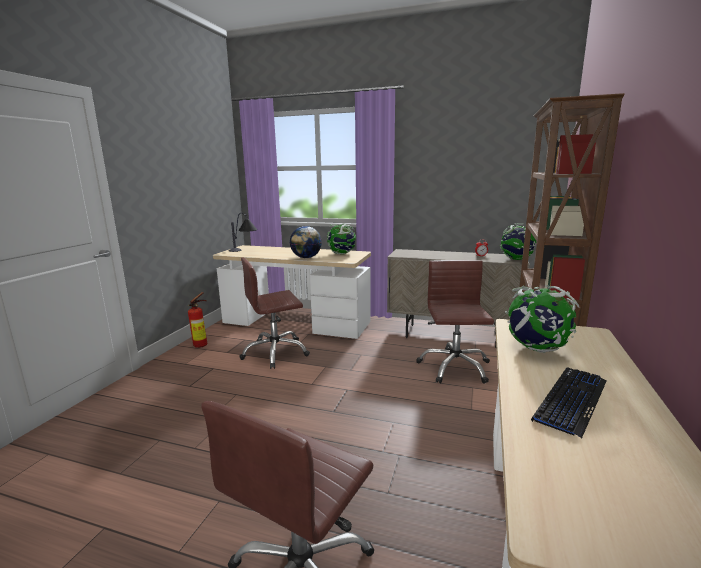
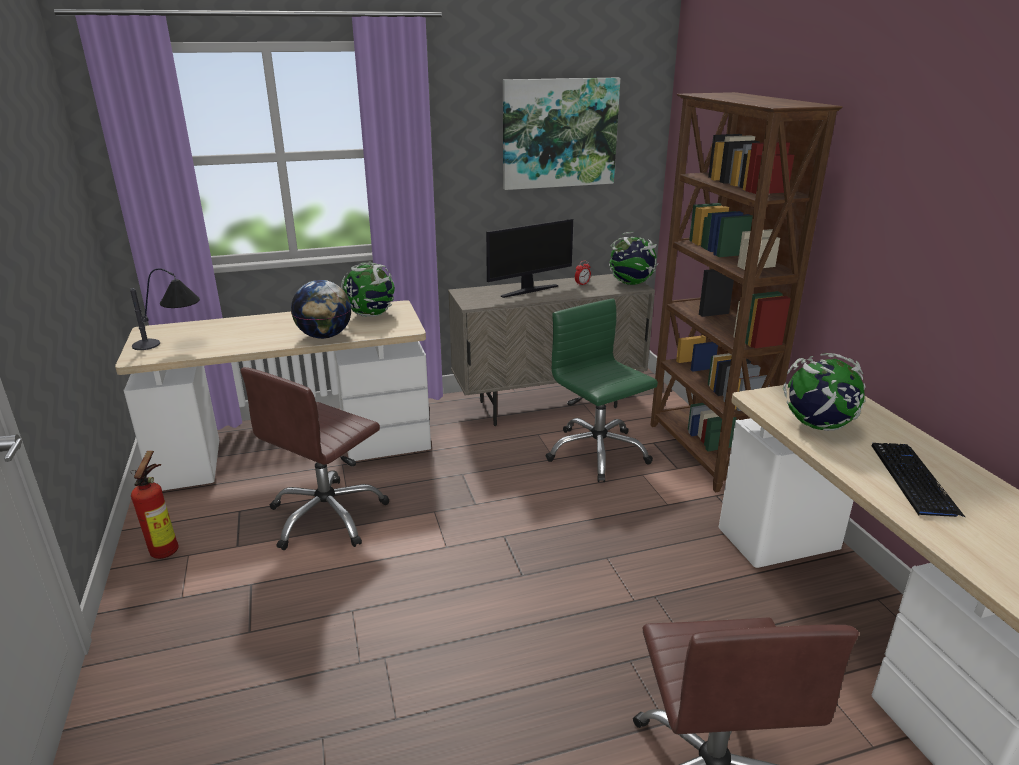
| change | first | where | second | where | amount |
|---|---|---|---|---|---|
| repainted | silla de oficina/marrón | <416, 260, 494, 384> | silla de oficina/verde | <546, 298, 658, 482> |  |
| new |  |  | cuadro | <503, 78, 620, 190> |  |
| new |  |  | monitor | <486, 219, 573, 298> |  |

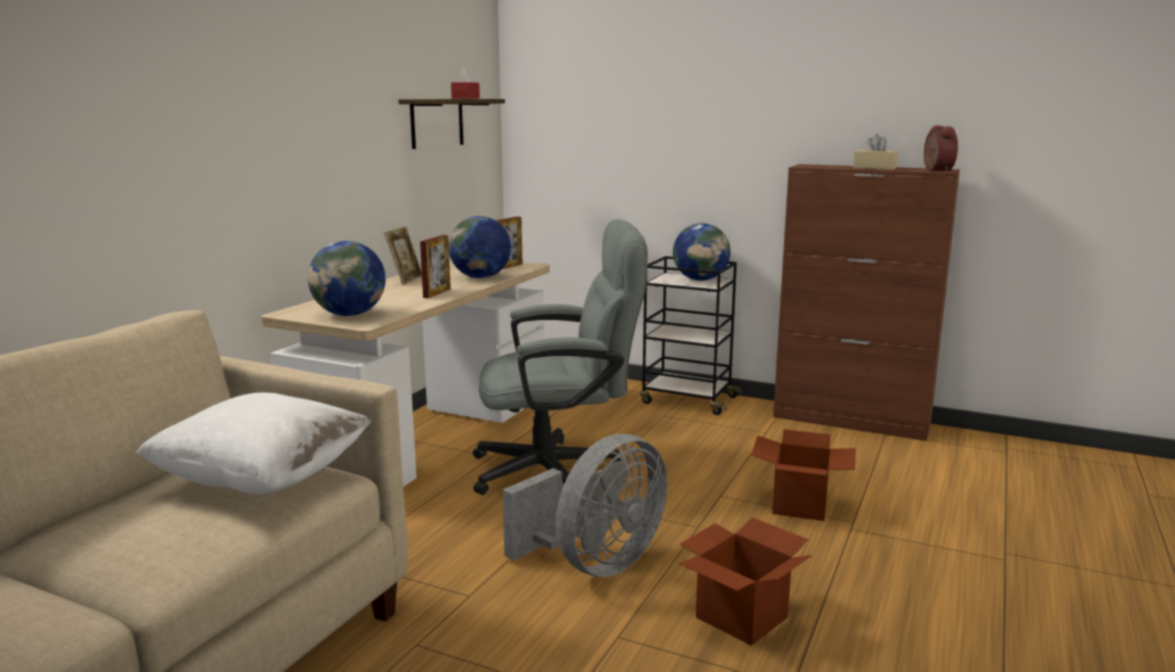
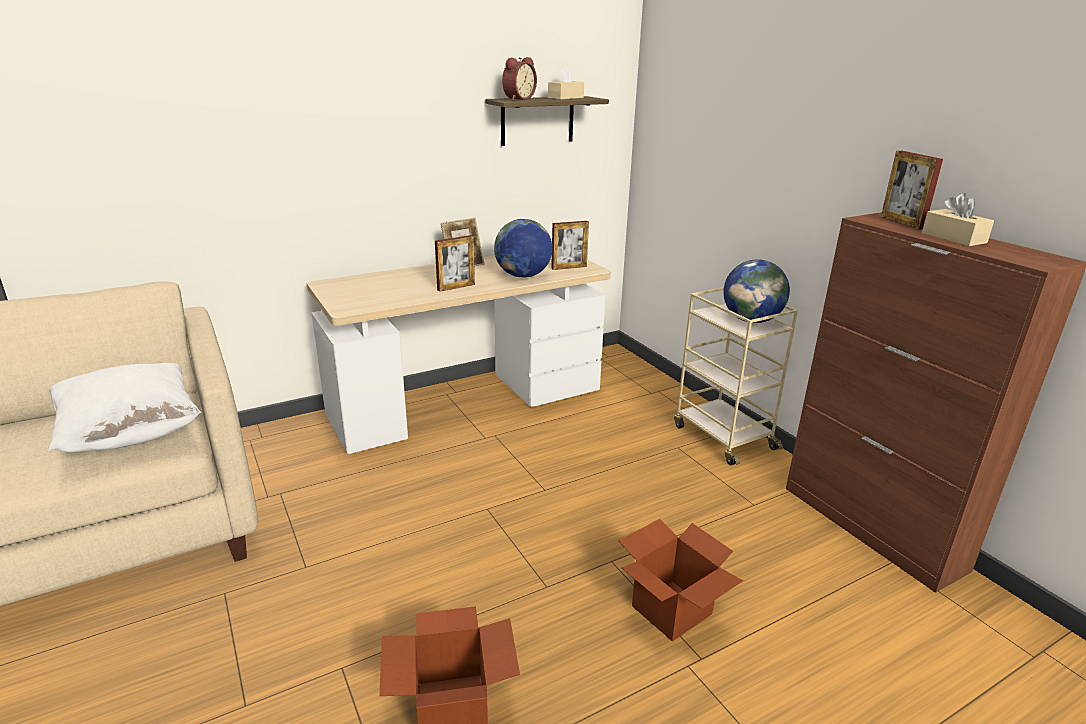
| change | first | where | second | where | amount |
|---|---|---|---|---|---|
| repainted | caja de pañuelos/rojo | <451, 67, 480, 99> | caja de pañuelos/beis | <548, 66, 584, 100> |  |
| shifted | despertador | <924, 125, 958, 172> |  | <502, 57, 537, 100> |  |
| gone | silla de oficina/gris | <473, 219, 648, 495> |  |  |  |
| gone | globo terráqueo | <308, 241, 386, 316> |  |  |  |
| repainted | carrito/negro | <640, 256, 742, 415> | carrito/beis | <674, 287, 798, 465> |  |
| gone | ventilador/gris | <503, 434, 667, 577> |  |  |  |
| new |  |  | portarretratos | <881, 151, 943, 230> |  |

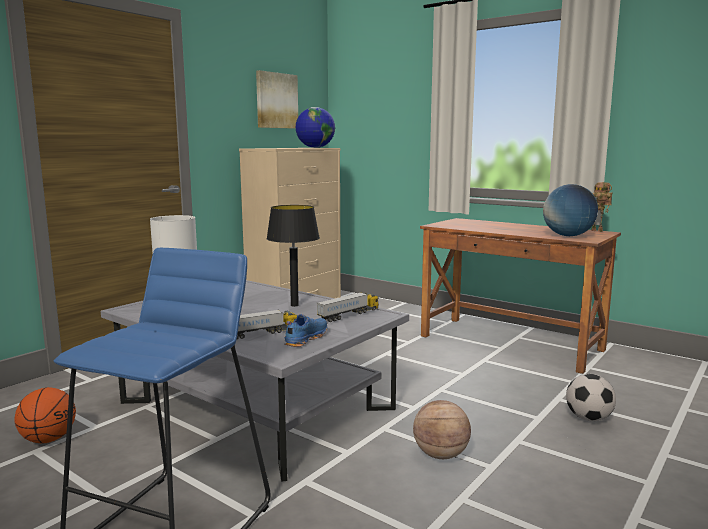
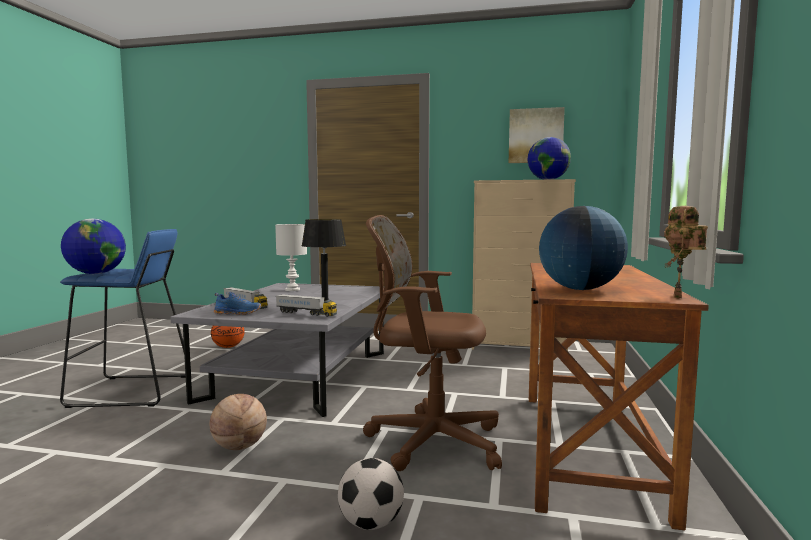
| change | first | where | second | where | amount |
|---|---|---|---|---|---|
| new |  |  | silla de oficina/marrón | <363, 215, 502, 471> |  |
| new |  |  | globo terráqueo | <61, 219, 126, 274> |  |

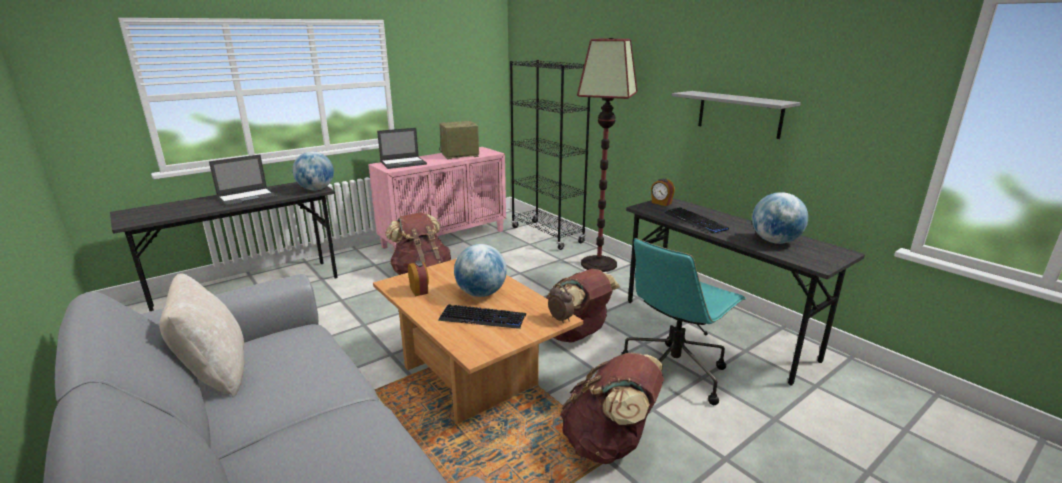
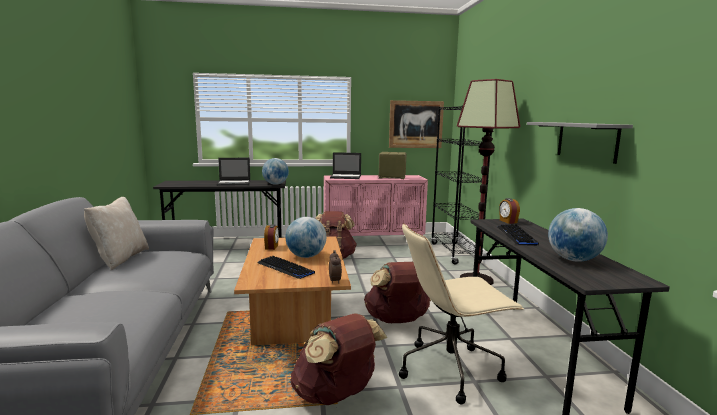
| change | first | where | second | where | amount |
|---|---|---|---|---|---|
| repainted | silla de oficina/turquesa | <621, 238, 746, 405> | silla de oficina/beis | <399, 224, 524, 404> |  |
| new |  |  | cuadro | <389, 100, 444, 148> |  |

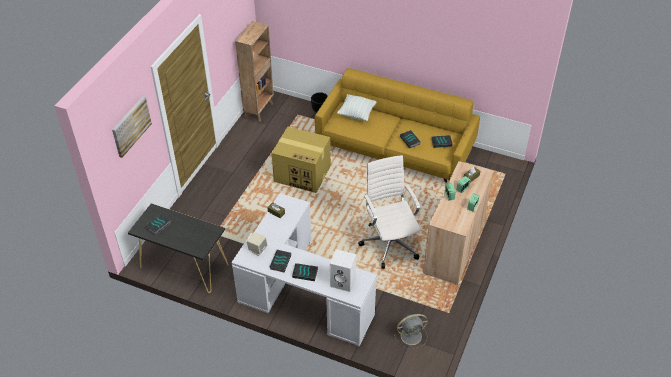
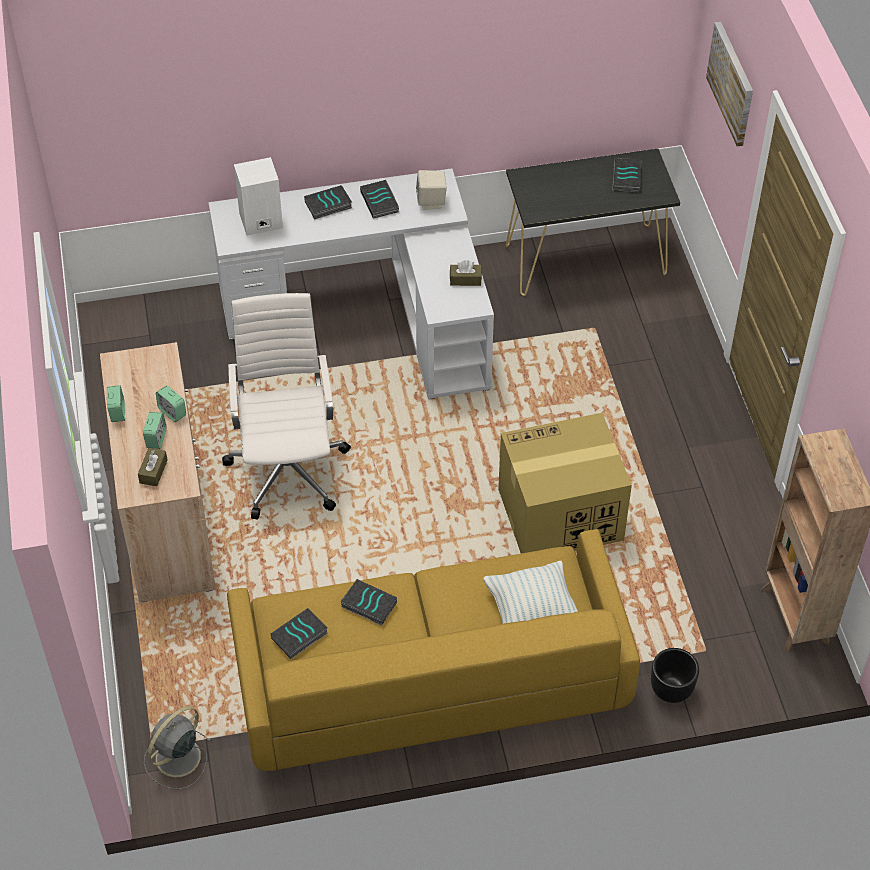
| change | first | where | second | where | amount |
|---|---|---|---|---|---|
| rotated | silla de oficina/blanco | <358, 155, 421, 269> |  | <222, 293, 351, 520> | 135 degrees counterclockwise |
| shifted | ventilador/gris | <394, 314, 428, 349> |  | <144, 706, 212, 789> |  |

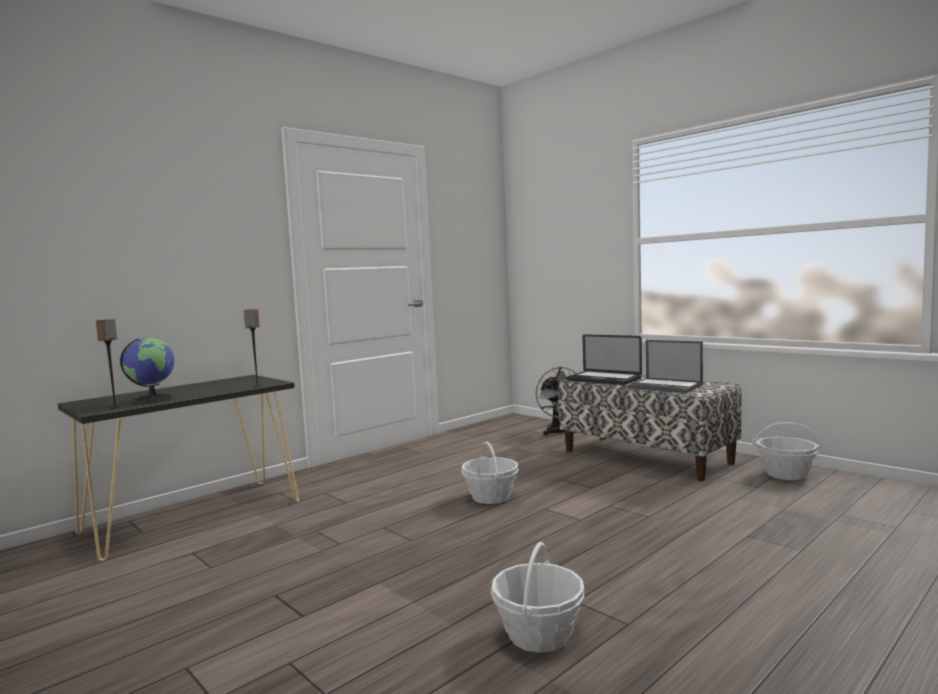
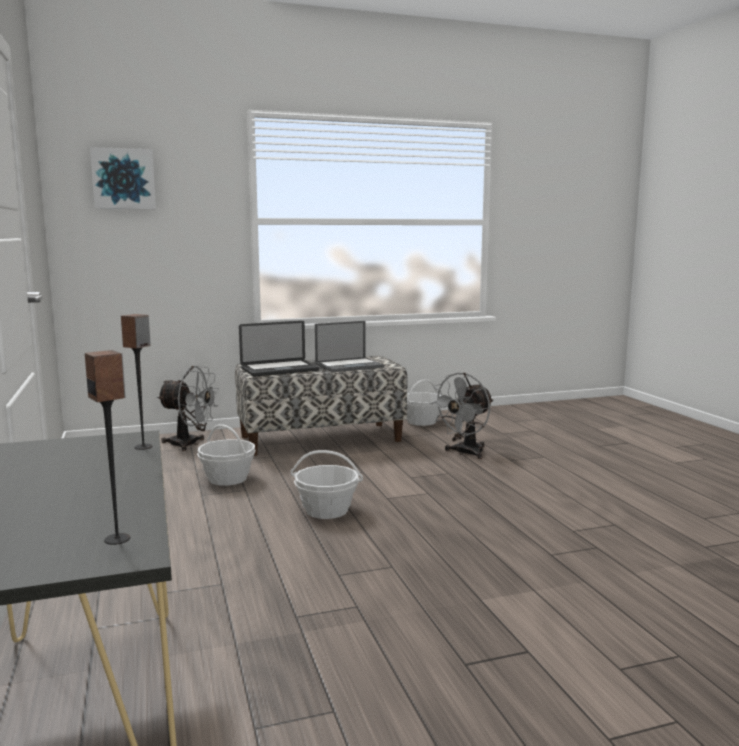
| change | first | where | second | where | amount |
|---|---|---|---|---|---|
| gone | globo terráqueo | <120, 338, 174, 404> |  |  |  |
| shifted | cesta | <490, 542, 584, 653> |  | <197, 424, 256, 486> |  |
| new |  |  | cuadro | <90, 147, 156, 209> |  |
| new |  |  | ventilador/gris | <430, 373, 493, 459> |  |

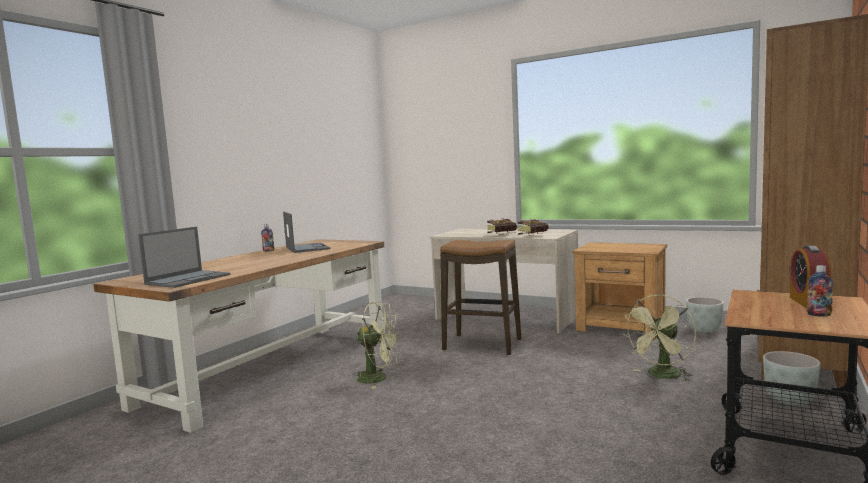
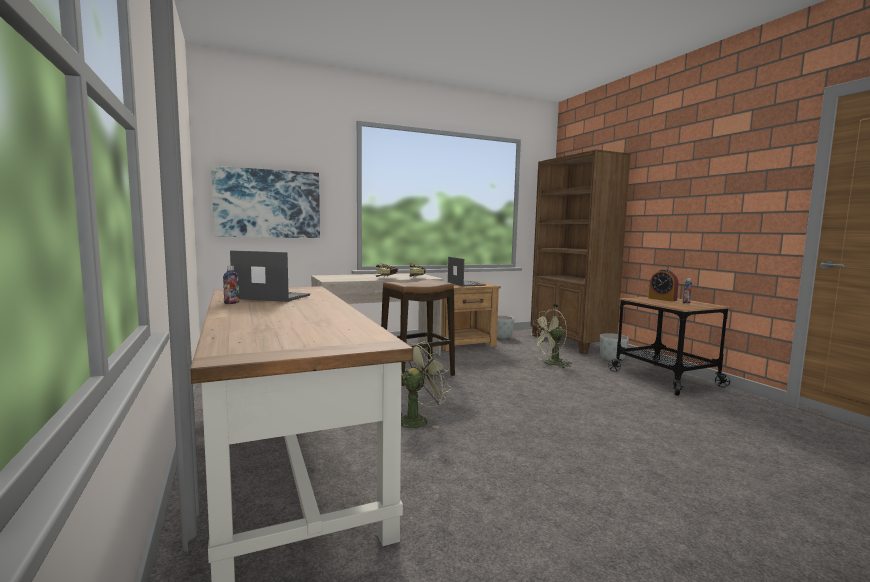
| change | first | where | second | where | amount |
|---|---|---|---|---|---|
| shifted | portátil | <138, 227, 230, 288> |  | <448, 257, 486, 287> |  |
| rotated | ventilador/verde | <623, 295, 696, 381> |  | <531, 309, 572, 368> | 75 degrees clockwise |
| new |  |  | cuadro | <211, 166, 320, 238> |  |

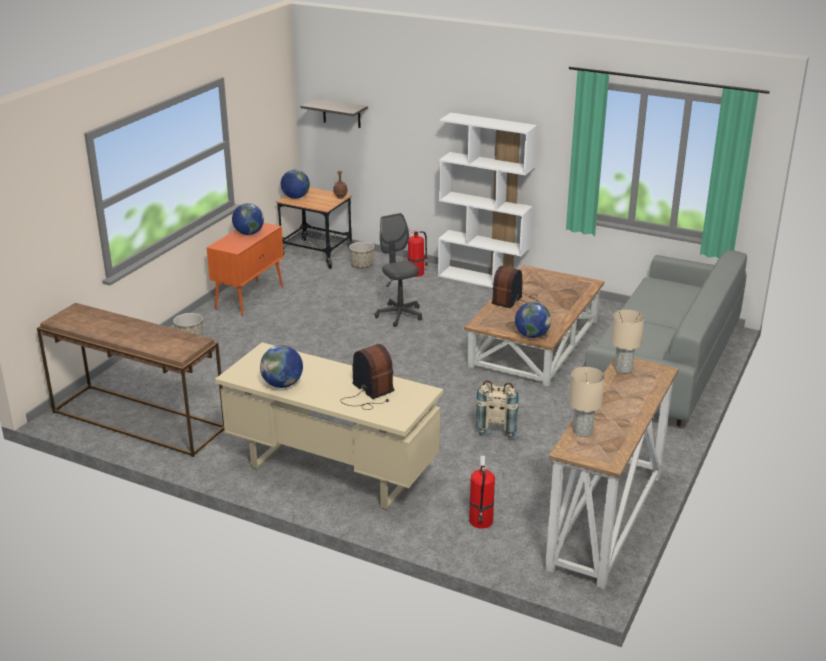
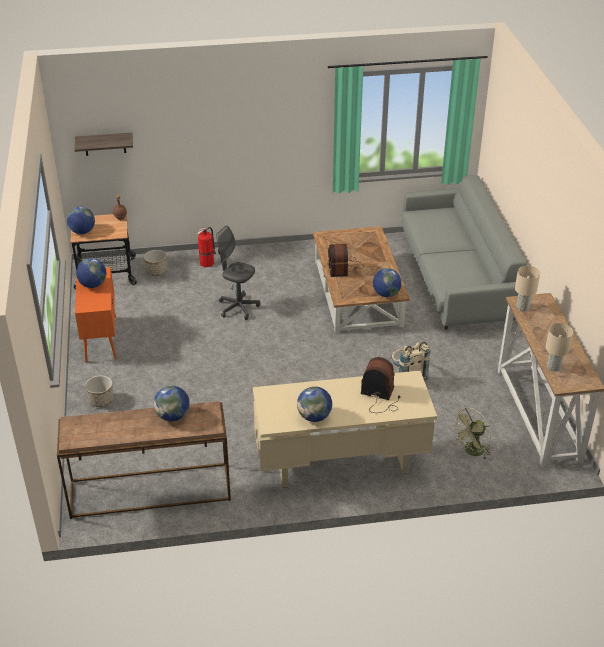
| change | first | where | second | where | amount |
|---|---|---|---|---|---|
| gone | estantería/blanco | <438, 113, 537, 288> |  |  |  |
| swapped | extintor | <469, 456, 495, 529> | ventilador/verde | <452, 408, 491, 460> |  |
| new |  |  | globo terráqueo | <154, 386, 190, 421> |  |

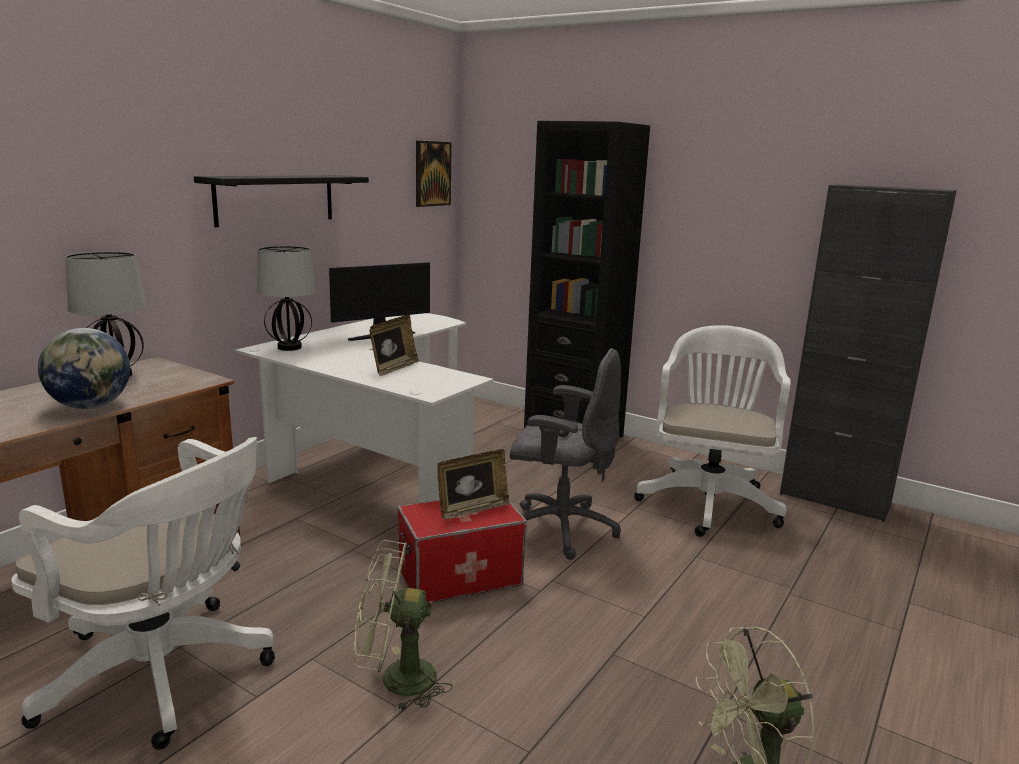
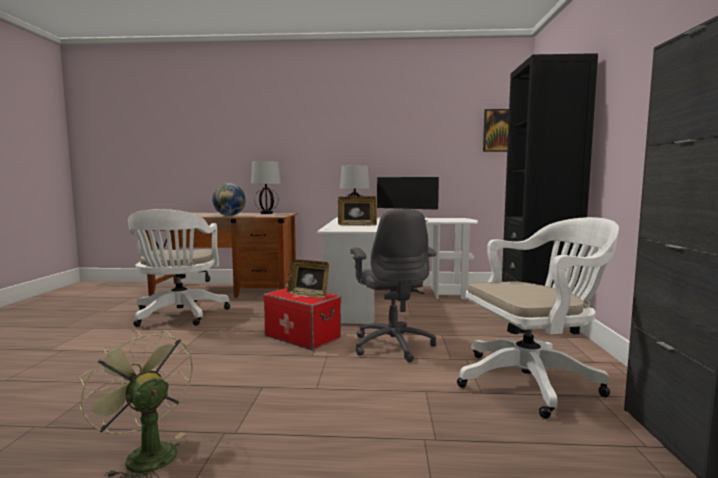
| change | first | where | second | where | amount |
|---|---|---|---|---|---|
| gone | estante/negro | <194, 175, 369, 227> |  |  |  |
| gone | ventilador/verde | <354, 540, 452, 712> |  |  |  |

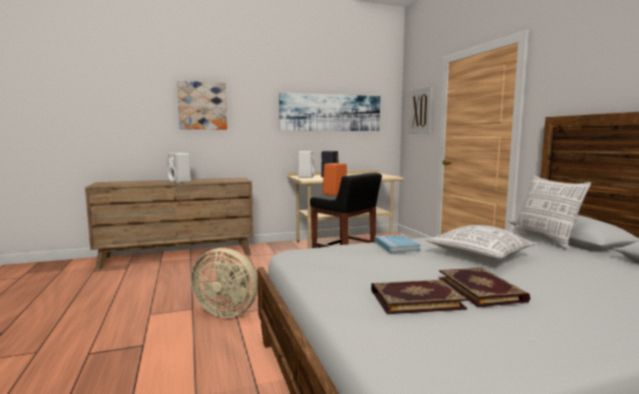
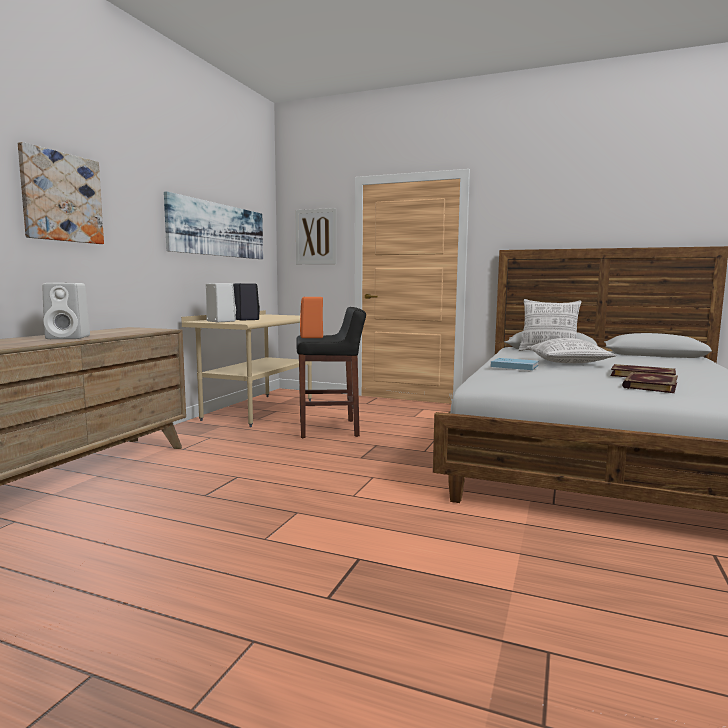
| change | first | where | second | where | amount |
|---|---|---|---|---|---|
| gone | ventilador/beis | <191, 248, 258, 318> |  |  |  |

